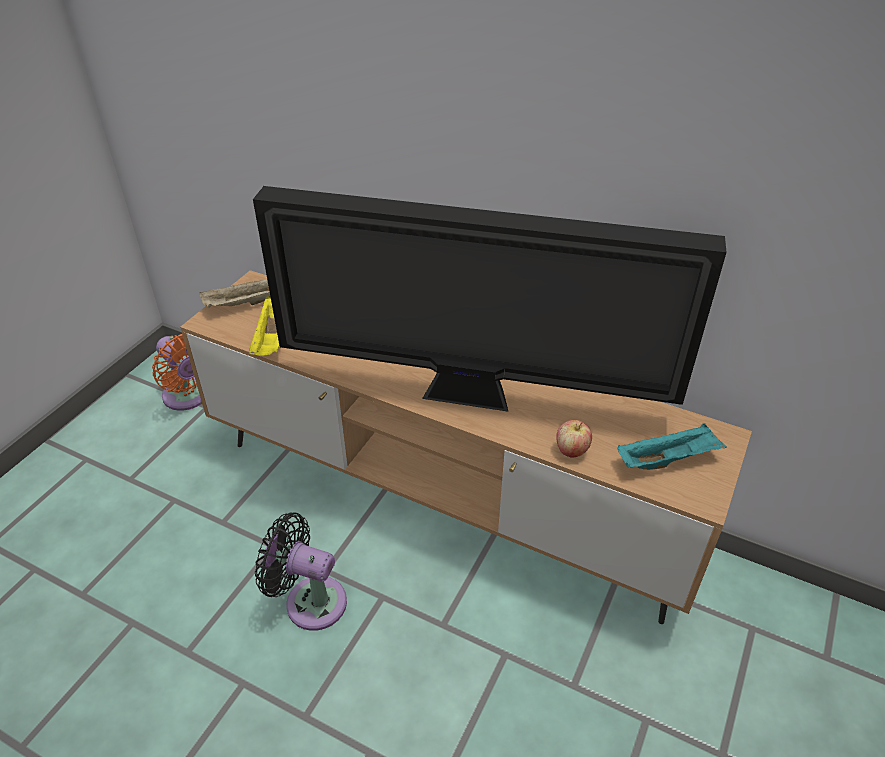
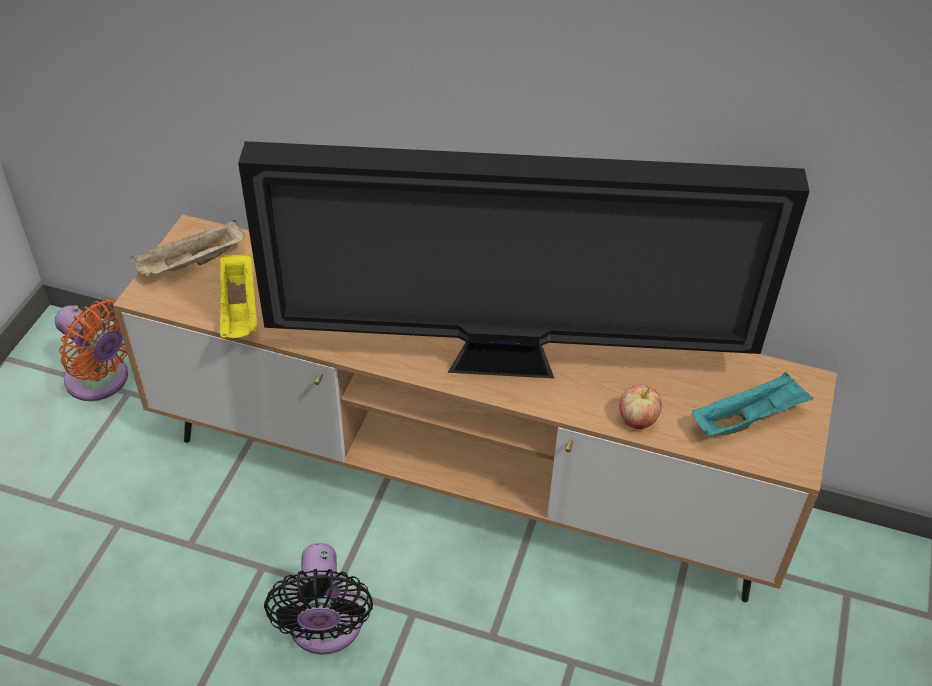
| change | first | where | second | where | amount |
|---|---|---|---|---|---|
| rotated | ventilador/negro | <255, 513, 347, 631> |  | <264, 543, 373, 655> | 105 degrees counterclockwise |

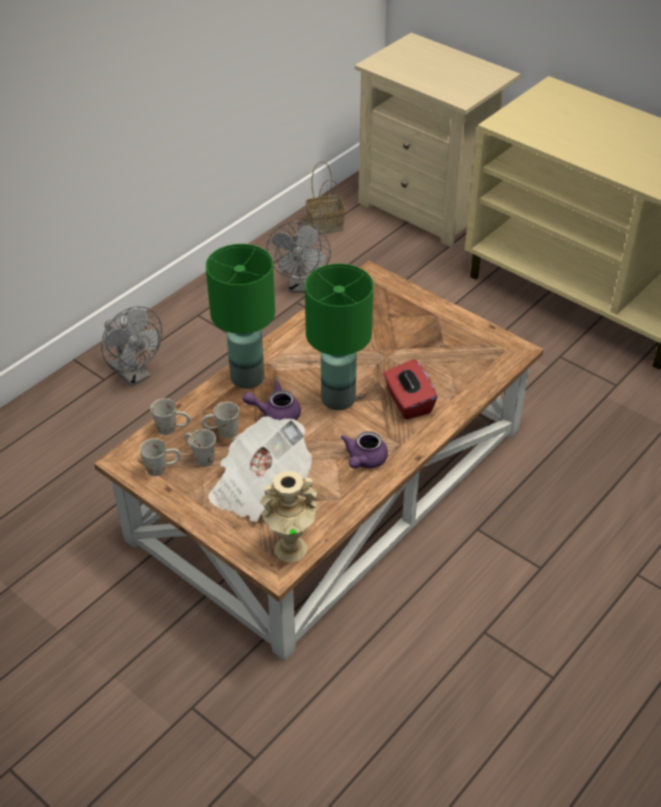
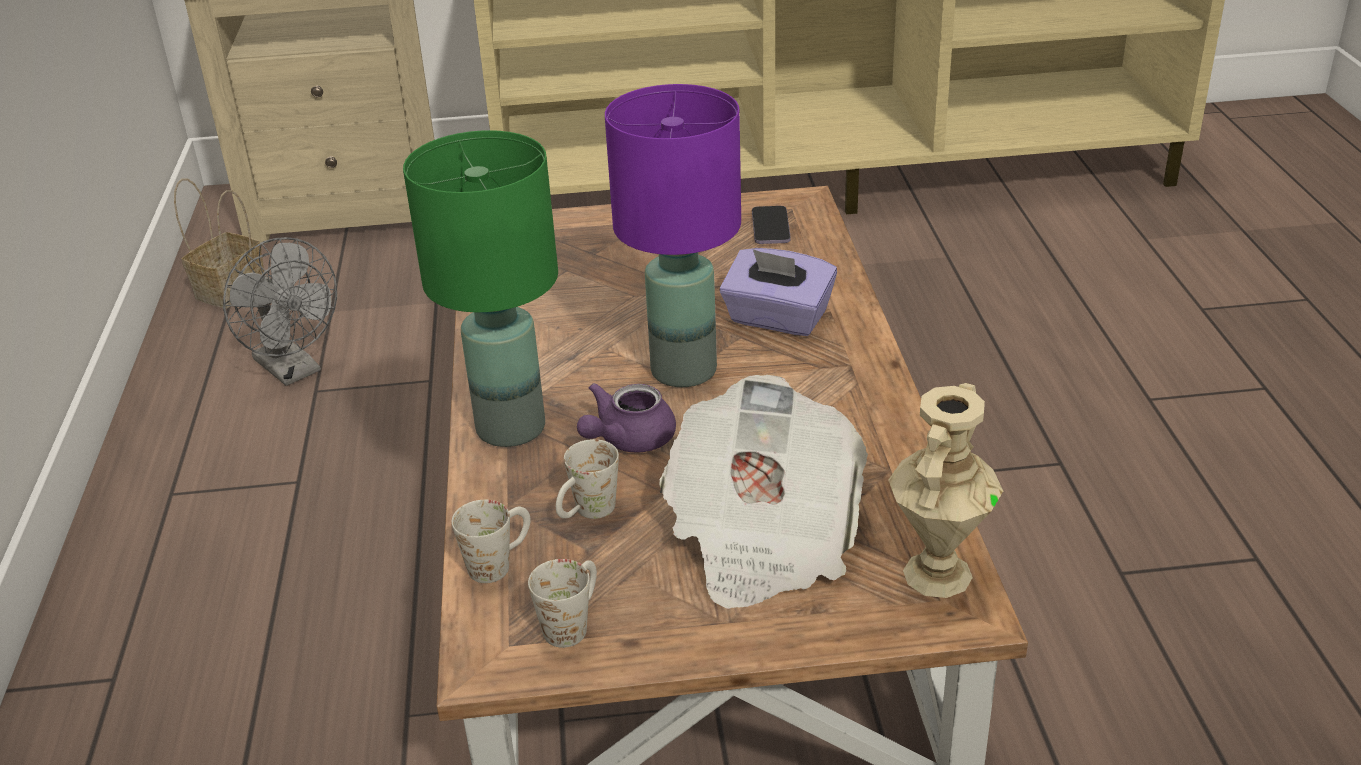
| change | first | where | second | where | amount |
|---|---|---|---|---|---|
| repainted | lámpara de mesa/verde | <305, 264, 374, 410> | lámpara de mesa/morado | <605, 84, 741, 387> |  |
| gone | ventilador/gris | <101, 306, 162, 387> |  |  |  |
| repainted | caja de pañuelos/rojo | <384, 359, 437, 419> | caja de pañuelos/morado | <720, 248, 837, 336> |  |
| gone | taza grande/blanco | <184, 429, 216, 466> |  |  |  |
| gone | tetera/morado | <341, 431, 388, 468> |  |  |  |
| new |  |  | móvil | <752, 206, 790, 244> |  |

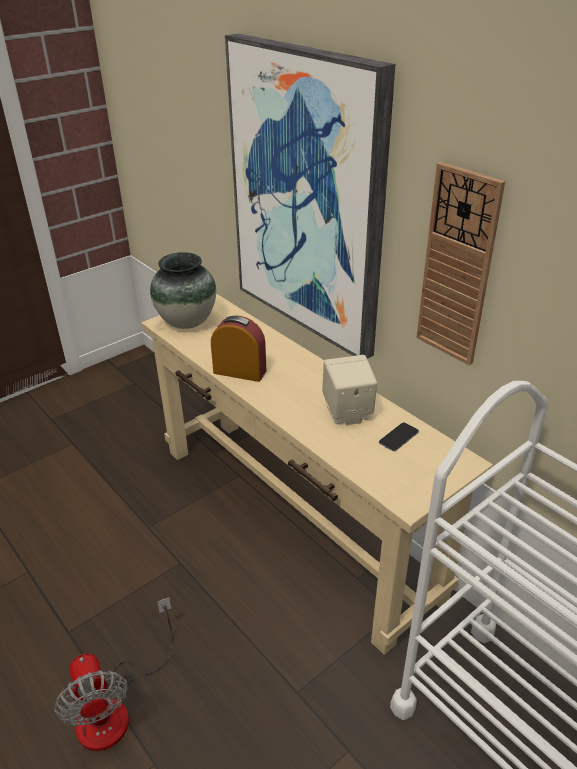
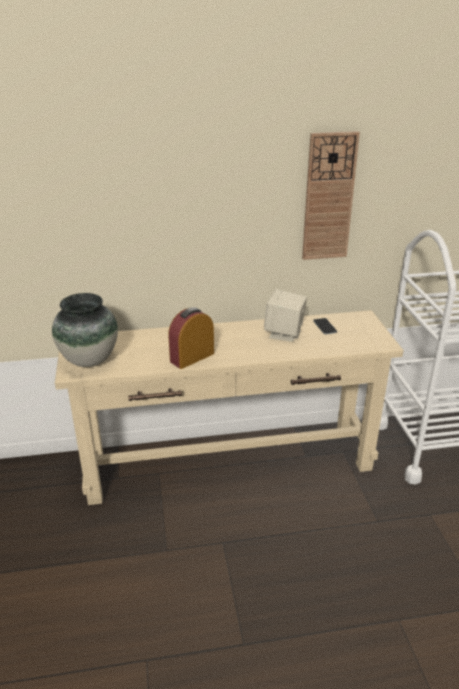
| change | first | where | second | where | amount |
|---|---|---|---|---|---|
| gone | cuadro | <225, 33, 395, 359> |  |  |  |
| gone | ventilador | <54, 597, 173, 751> |  |  |  |

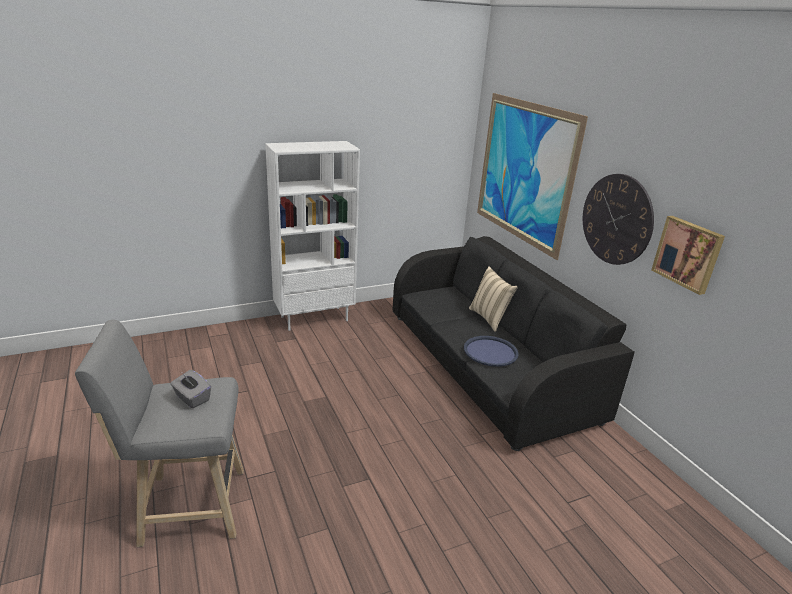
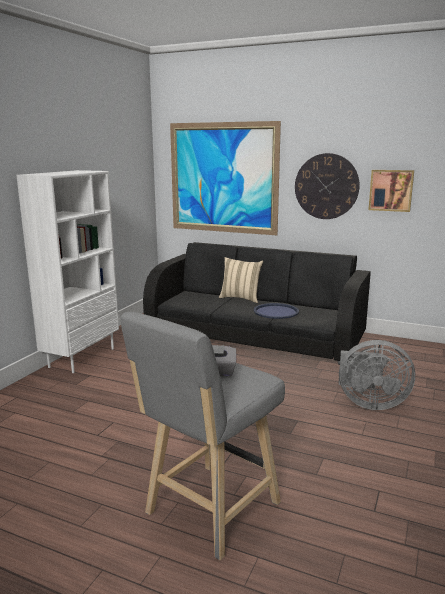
| change | first | where | second | where | amount |
|---|---|---|---|---|---|
| new |  |  | ventilador/gris | <339, 340, 415, 410> |  |

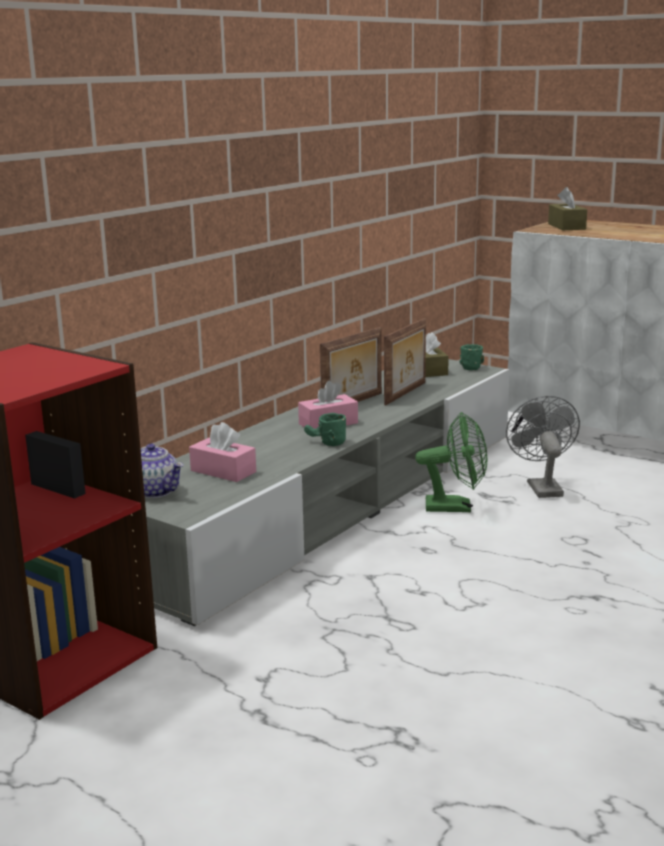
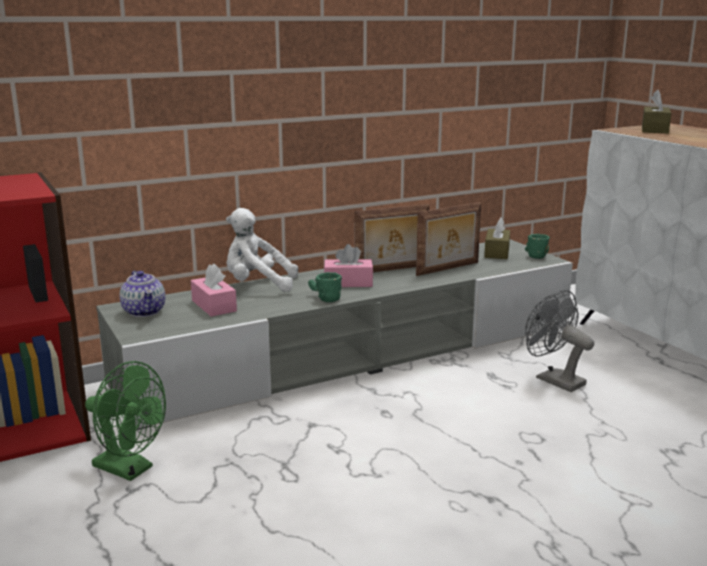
| change | first | where | second | where | amount |
|---|---|---|---|---|---|
| rotated | ventilador/gris | <506, 396, 580, 498> |  | <525, 290, 594, 392> | 60 degrees counterclockwise |
| shifted | ventilador/verde | <415, 412, 488, 512> |  | <85, 361, 166, 481> |  |
| new |  |  | peluche/blanco | <226, 208, 298, 292> |  |

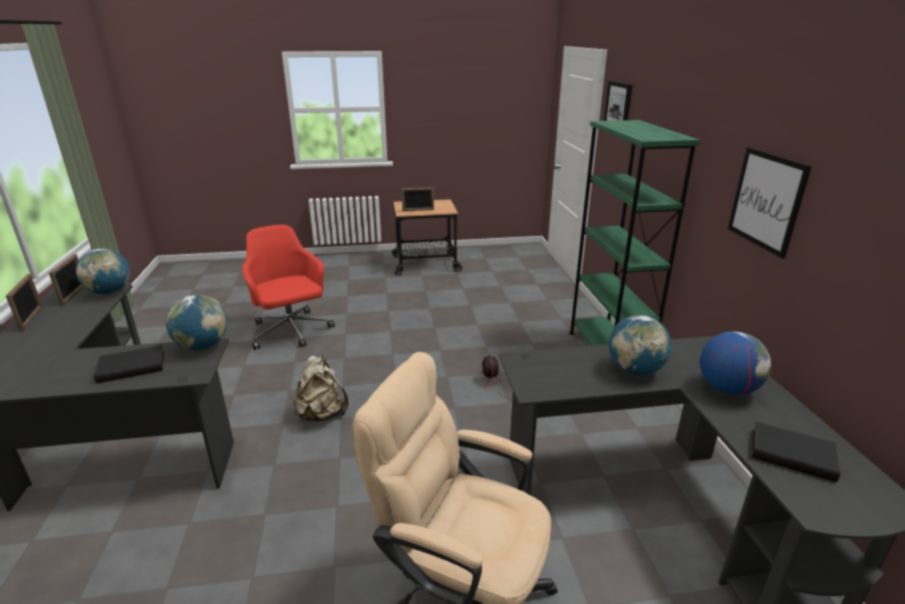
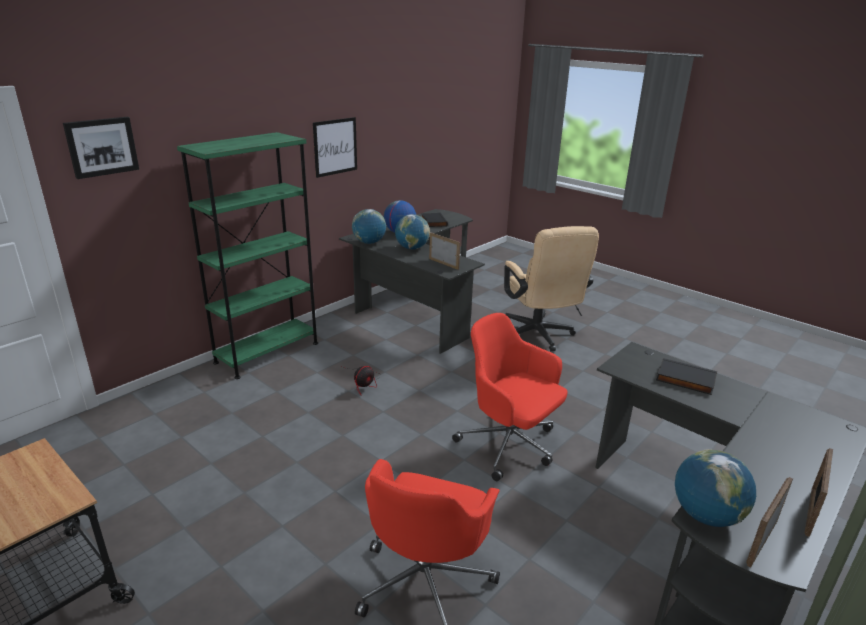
| change | first | where | second | where | amount |
|---|---|---|---|---|---|
| shifted | portarretratos | <402, 187, 434, 211> |  | <429, 232, 460, 270> |  |
| shifted | globo terráqueo | <166, 295, 227, 350> |  | <352, 209, 386, 244> |  |
| swapped | mochila/beis | <294, 356, 349, 422> | silla de oficina/rojo | <452, 313, 567, 481> |  |

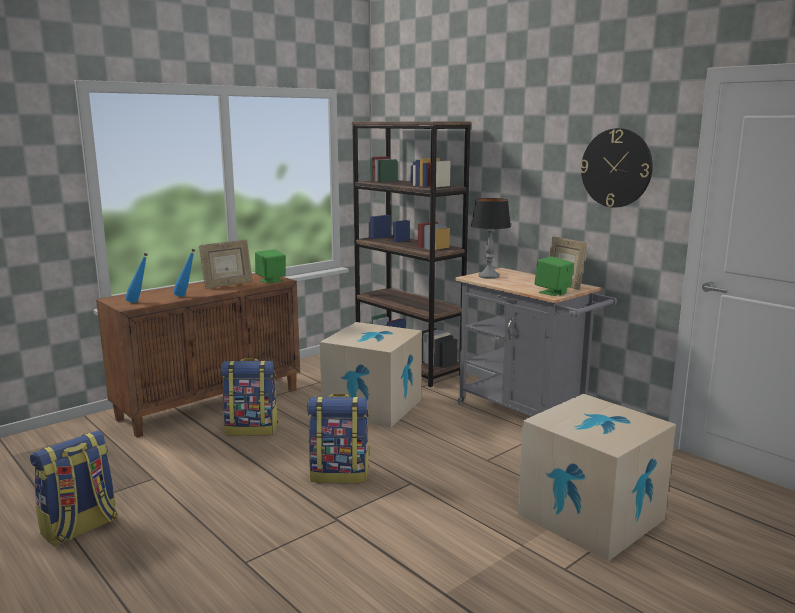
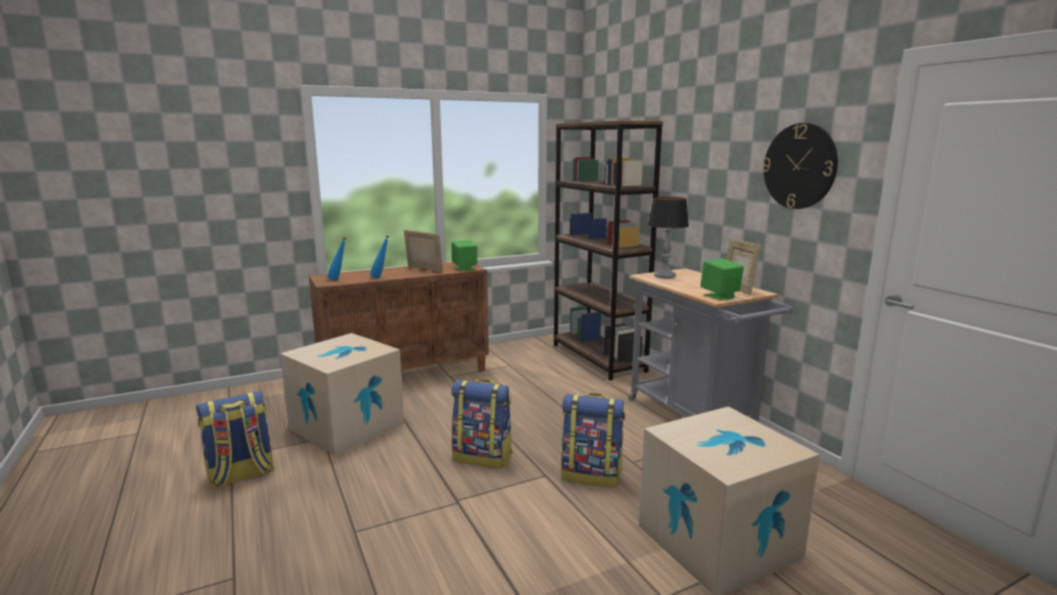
| change | first | where | second | where | amount |
|---|---|---|---|---|---|
| rotated | portarretratos | <199, 239, 253, 289> |  | <404, 230, 443, 272> | 135 degrees counterclockwise |
| shifted | caja de cartón | <320, 322, 422, 428> |  | <280, 333, 404, 456> |  |
| shifted | mochila | <221, 358, 278, 436> |  | <561, 393, 625, 487> |  |

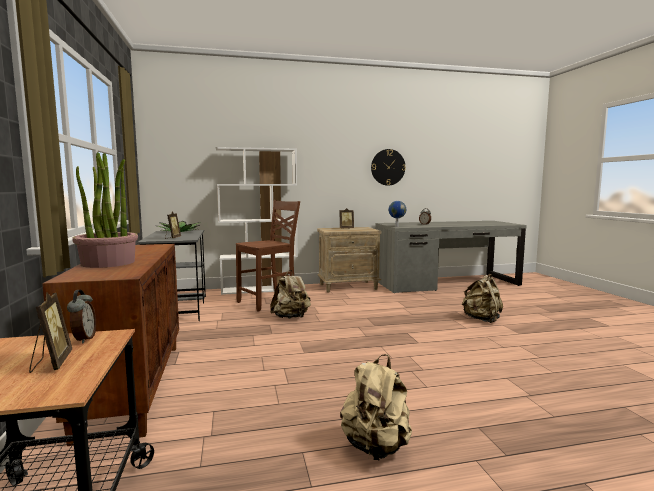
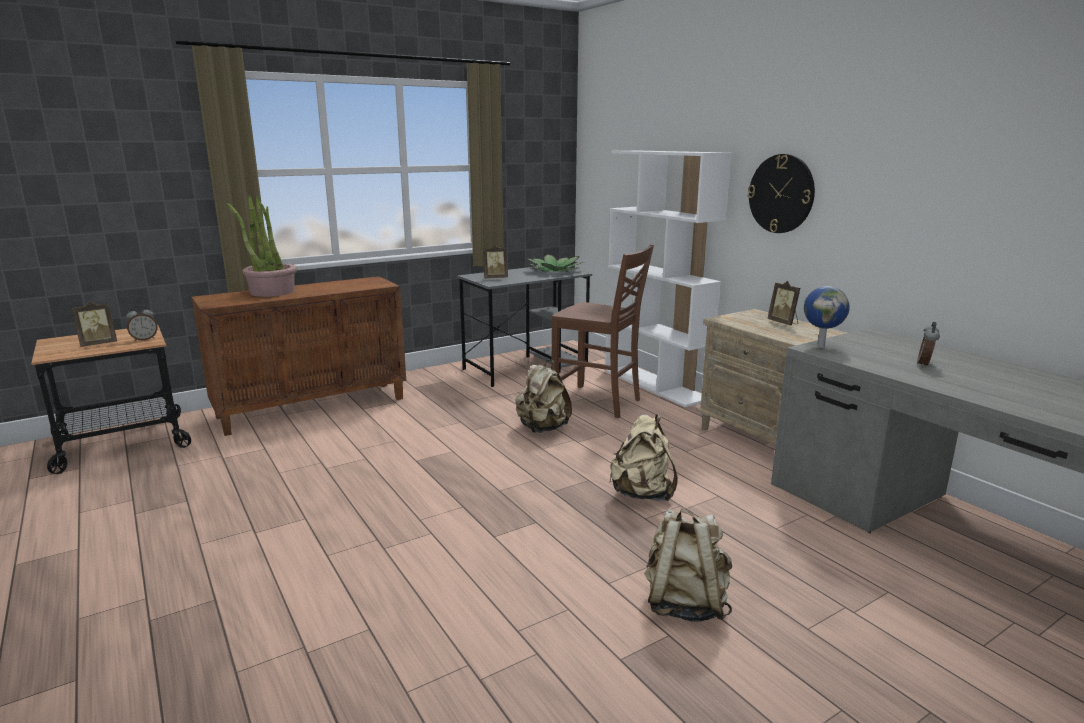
| change | first | where | second | where | amount |
|---|---|---|---|---|---|
| shifted | reloj de pared | <371, 149, 406, 186> |  | <748, 154, 815, 233> |  |
| shifted | mochila/beis | <340, 354, 412, 461> |  | <609, 414, 678, 501> |  |

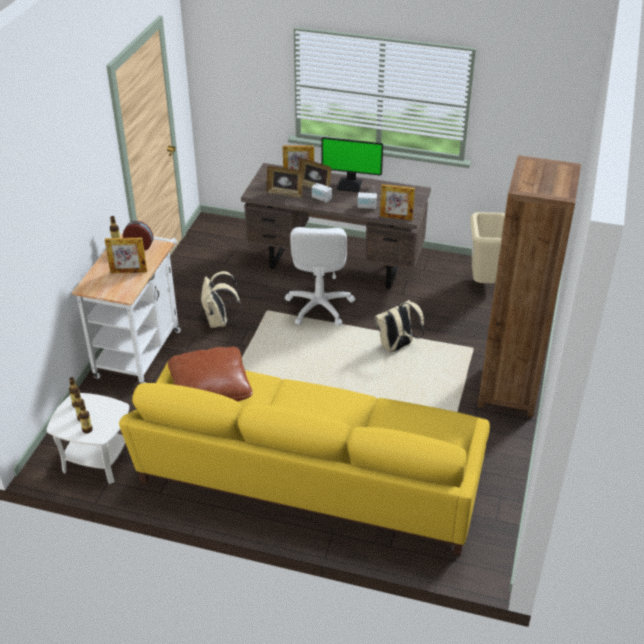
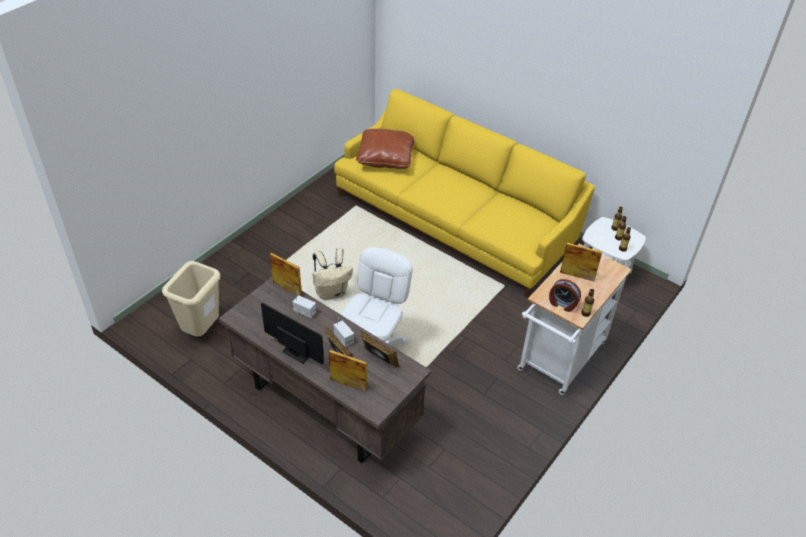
| change | first | where | second | where | amount |
|---|---|---|---|---|---|
| gone | estantería/marrón | <478, 155, 581, 417> |  |  |  |
| gone | mochila/beis | <201, 271, 241, 328> |  |  |  |
| shifted | cojín/marrón | <168, 347, 253, 401> |  | <356, 129, 415, 169> |  |

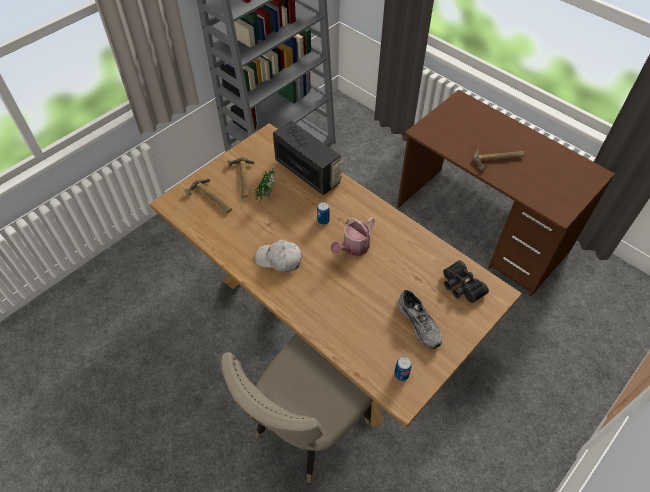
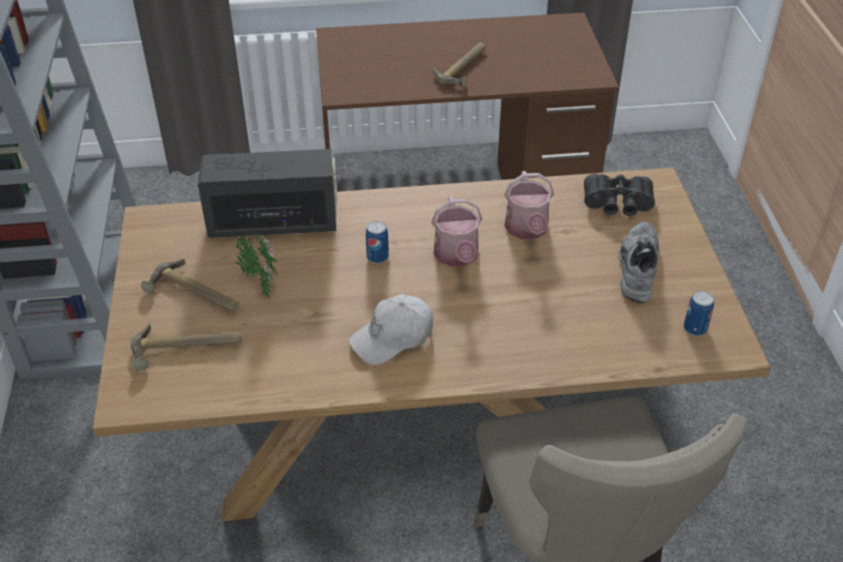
| change | first | where | second | where | amount |
|---|---|---|---|---|---|
| rotated | zapato/gris | <397, 290, 442, 349> |  | <619, 222, 659, 303> | 90 degrees counterclockwise |
| new |  |  | regadera | <504, 171, 554, 239> |  |

